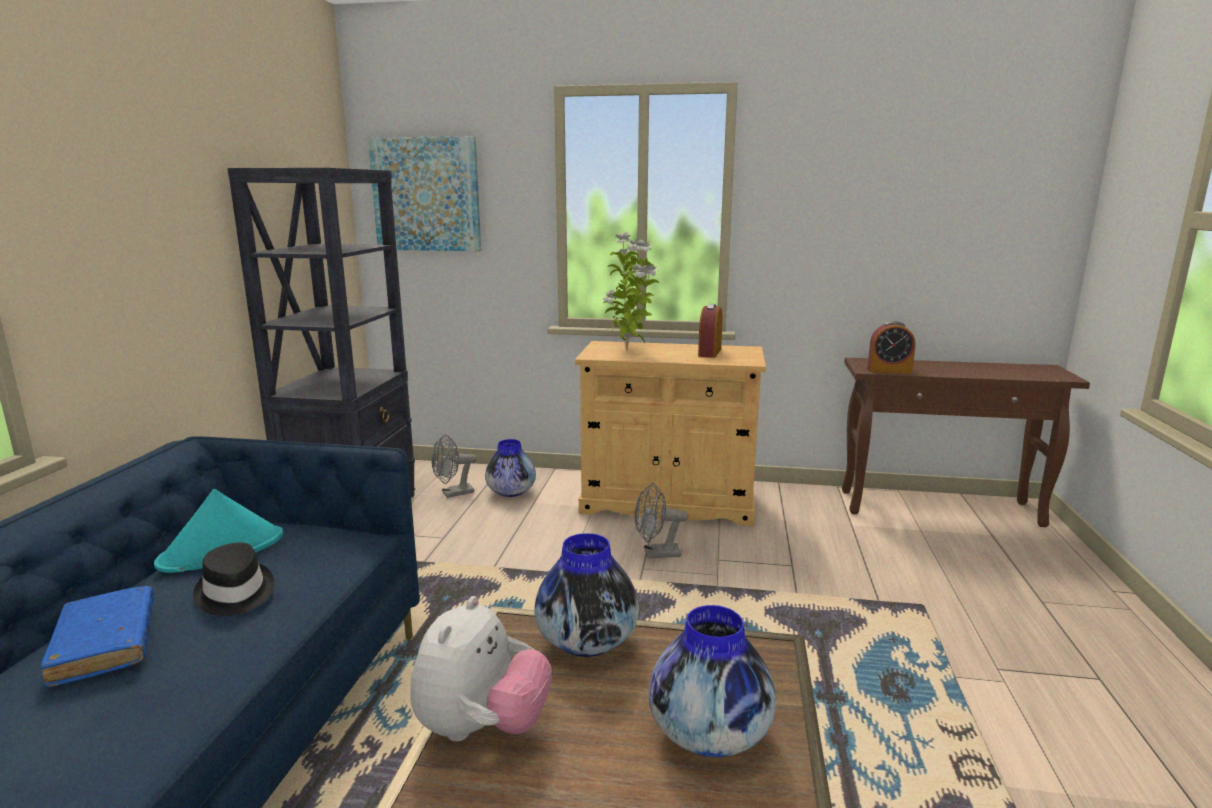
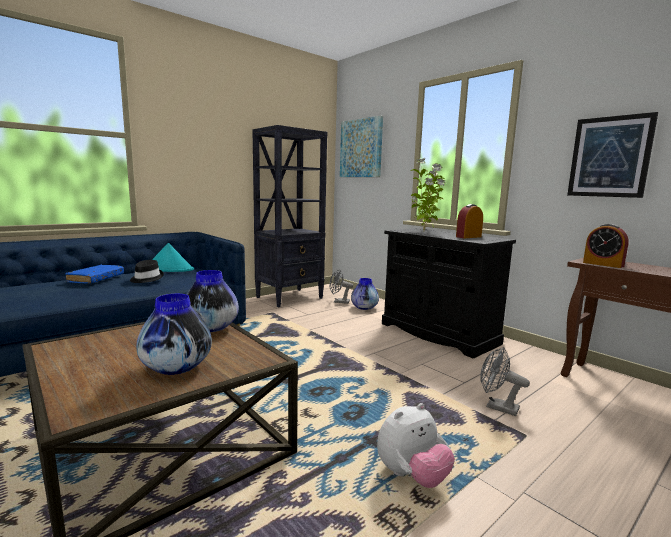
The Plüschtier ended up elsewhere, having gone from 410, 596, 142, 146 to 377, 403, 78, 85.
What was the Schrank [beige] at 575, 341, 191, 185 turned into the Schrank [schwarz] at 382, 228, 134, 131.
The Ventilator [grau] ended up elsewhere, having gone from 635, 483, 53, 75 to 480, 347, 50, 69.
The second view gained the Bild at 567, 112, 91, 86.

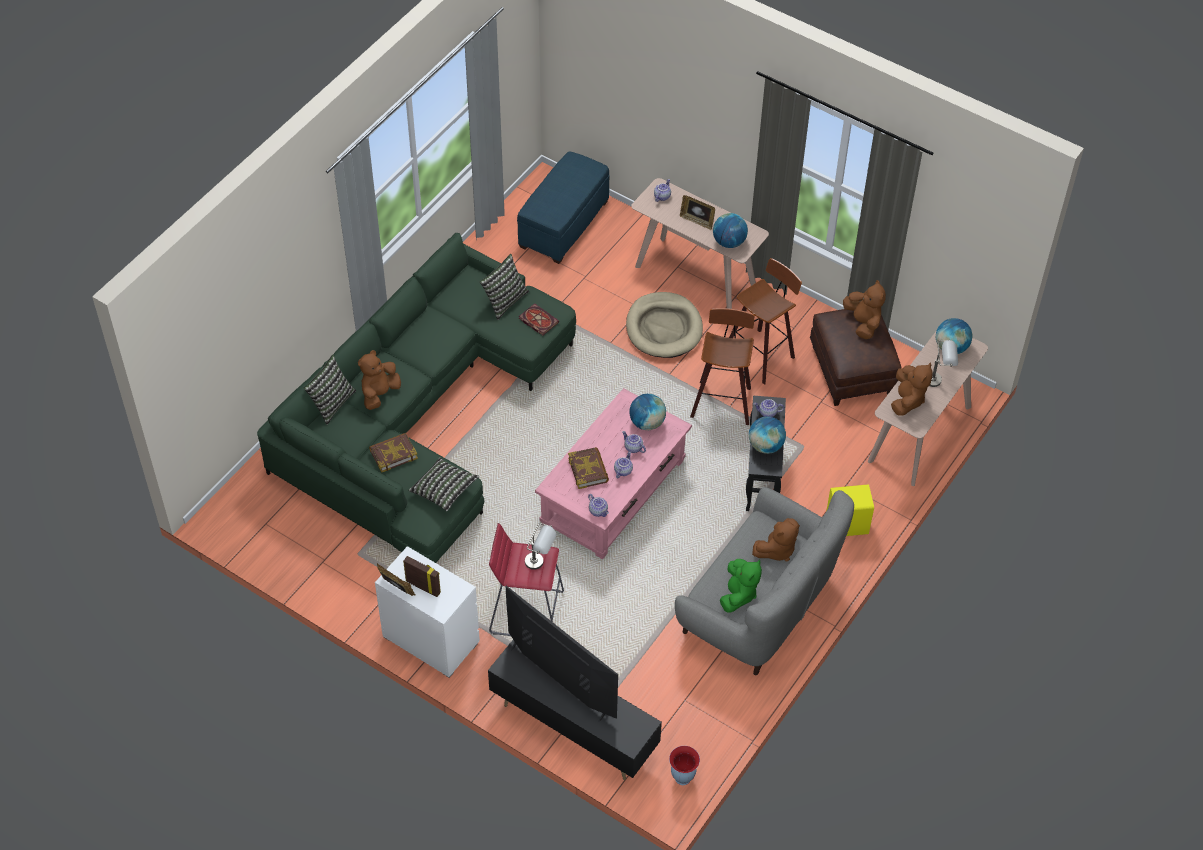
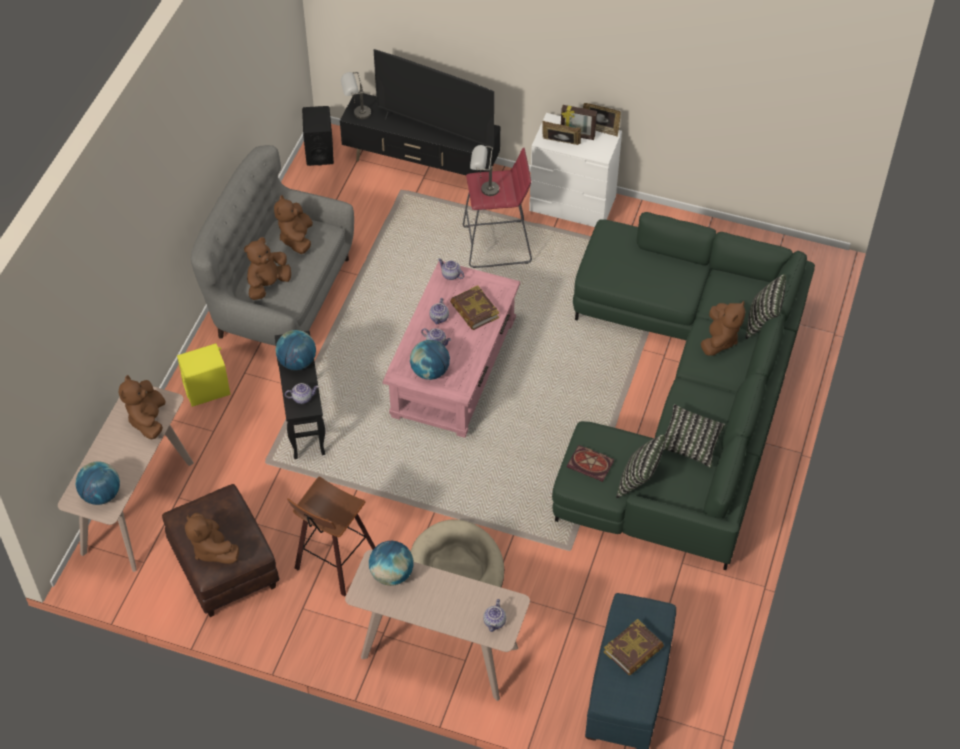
What was the Plüschtier [grün] at 720, 559, 42, 53 turned into the Plüschtier [braun] at 274, 195, 39, 59.
Where the Vase stood at 669, 746, 31, 39, the Lautsprecher [schwarz] came to stand at 302, 106, 32, 60.
The Tischlampe [grau] ended up elsewhere, having gone from 930, 340, 28, 47 to 341, 72, 30, 47.
The Bilderrahmen ended up elsewhere, having gone from 680, 195, 35, 35 to 542, 121, 39, 24.
The Buch ended up elsewhere, having gone from 369, 433, 49, 40 to 604, 619, 60, 56.
The Kissen ended up elsewhere, having gone from 408, 457, 71, 54 to 663, 404, 62, 64.
The second view lost the Hocker at 690, 308, 65, 117.

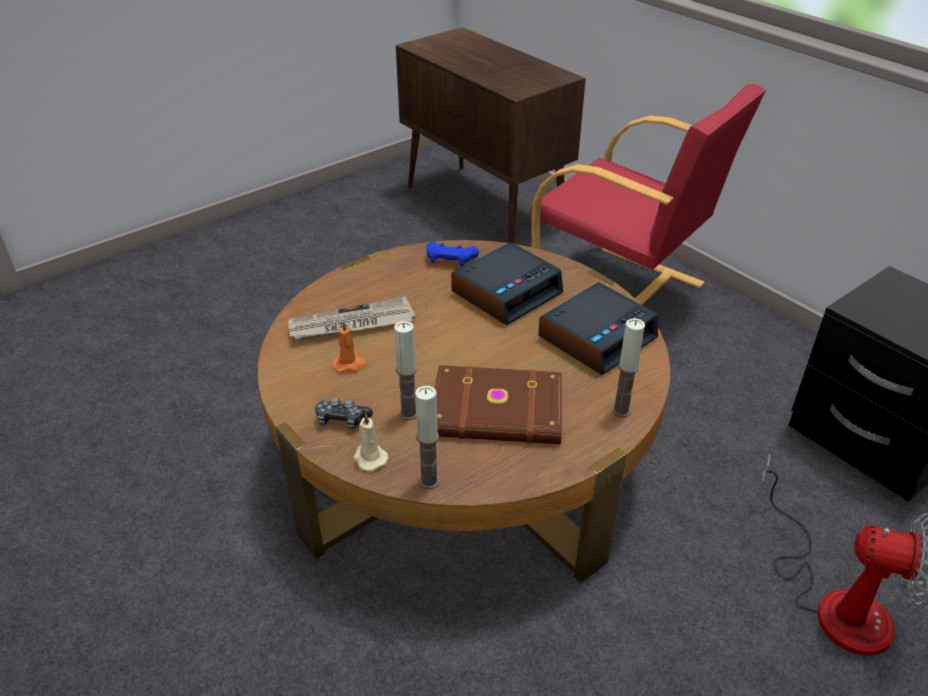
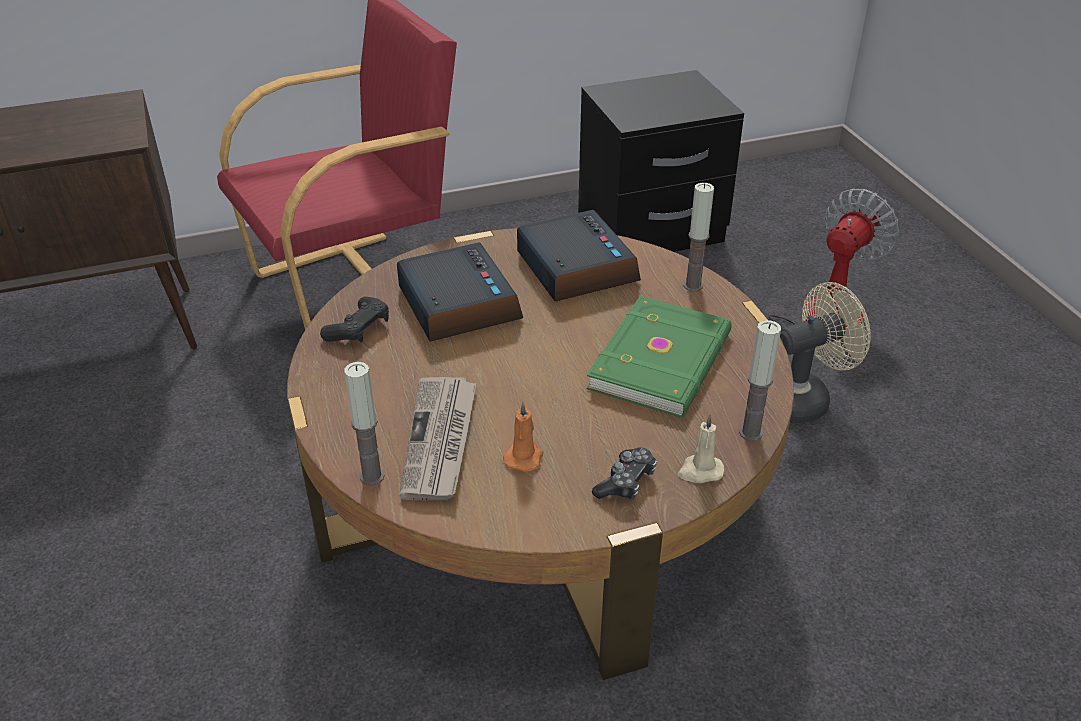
What was the Gamepad [blau] at 426, 242, 53, 25 turned into the Gamepad [schwarz] at 320, 297, 69, 45.
The Kerze ended up elsewhere, having gone from 394, 321, 23, 99 to 344, 362, 40, 124.
What was the Buch [braun] at 435, 365, 127, 79 turned into the Buch [grün] at 586, 296, 146, 122.
The second view gained the Ventilator [beige] at 780, 282, 90, 141.

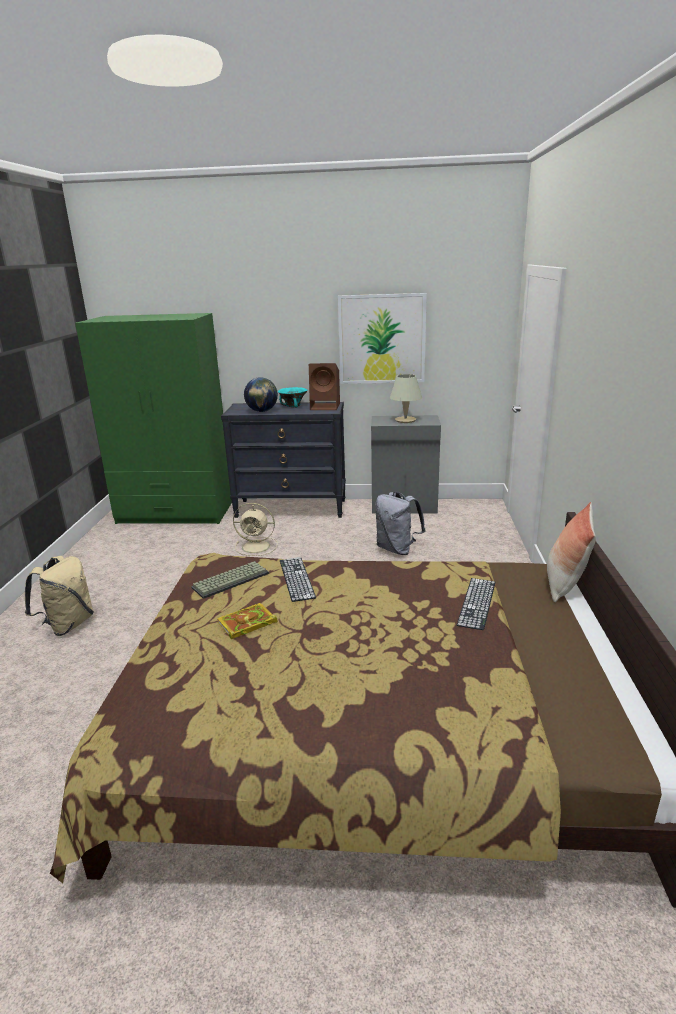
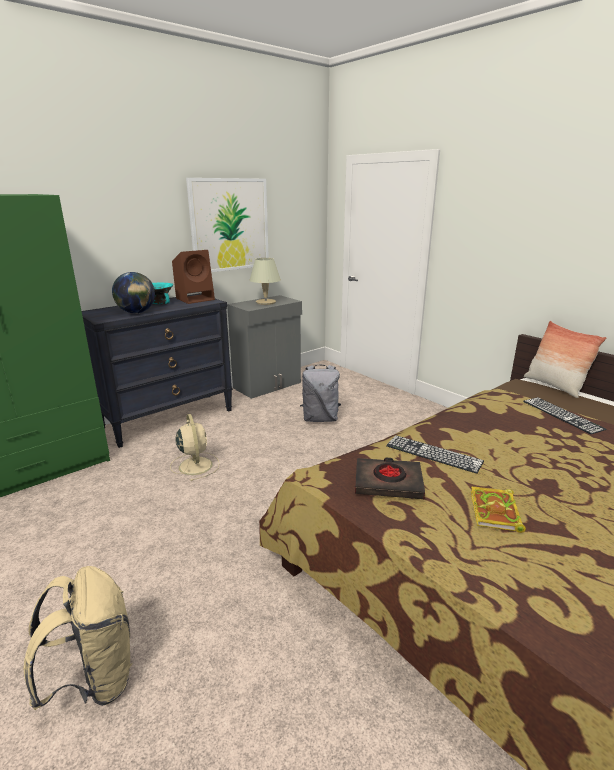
The Ventilator [beige] at 233, 503, 45, 53 ended up facing another way, 75 degrees counterclockwise from before.
Where the Tastatur stood at 191, 561, 78, 38, the Buch [schwarz] came to stand at 355, 458, 70, 41.

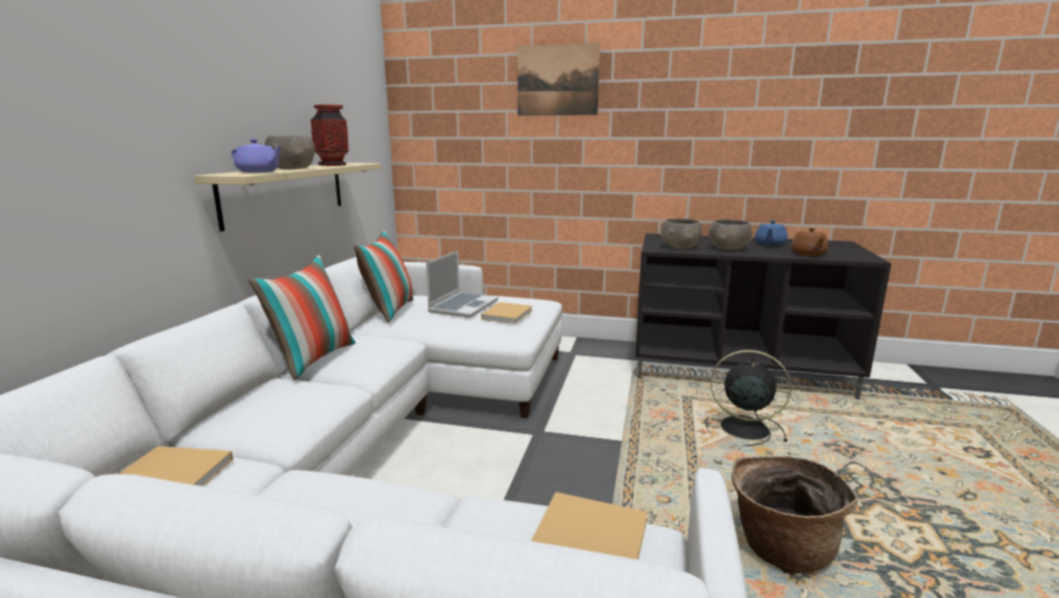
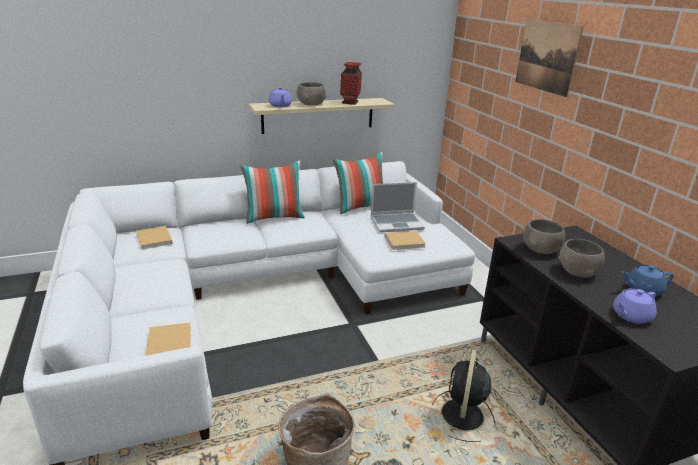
The Ventilator [schwarz] at 706, 350, 85, 96 ended up facing another way, 150 degrees counterclockwise from before.
What was the Teekanne [braun] at 791, 228, 37, 28 turned into the Teekanne [lila] at 613, 288, 44, 36.

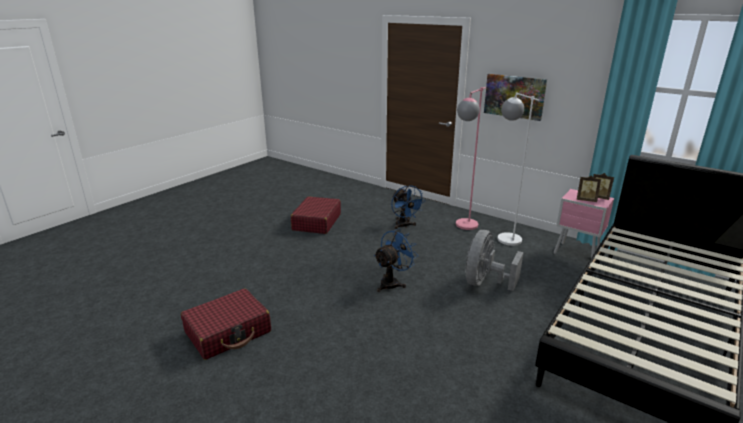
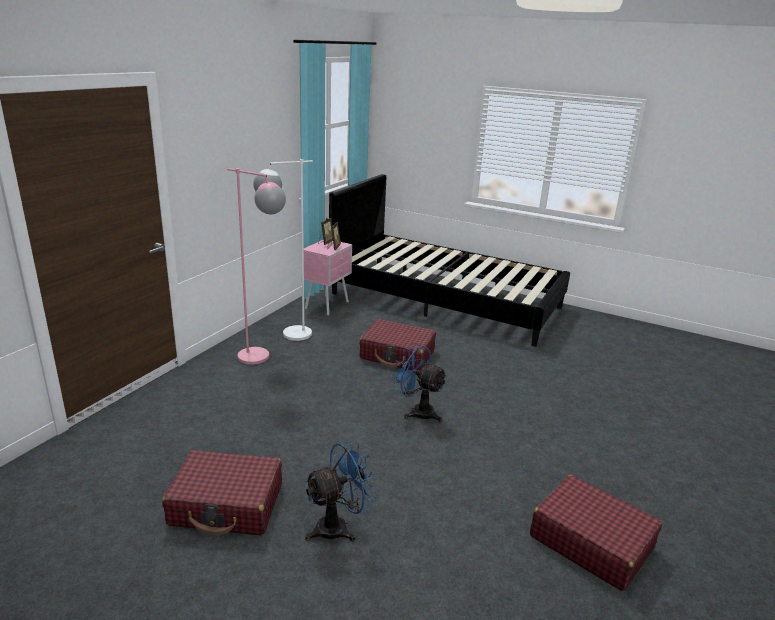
The Ventilator [blau] ended up elsewhere, having gone from 391, 185, 34, 44 to 304, 441, 74, 101.
Where the Ventilator [grau] stood at 465, 230, 59, 61, the Koffer [rot] came to stand at 359, 319, 77, 52.
The second view lost the Bild at 484, 74, 63, 47.

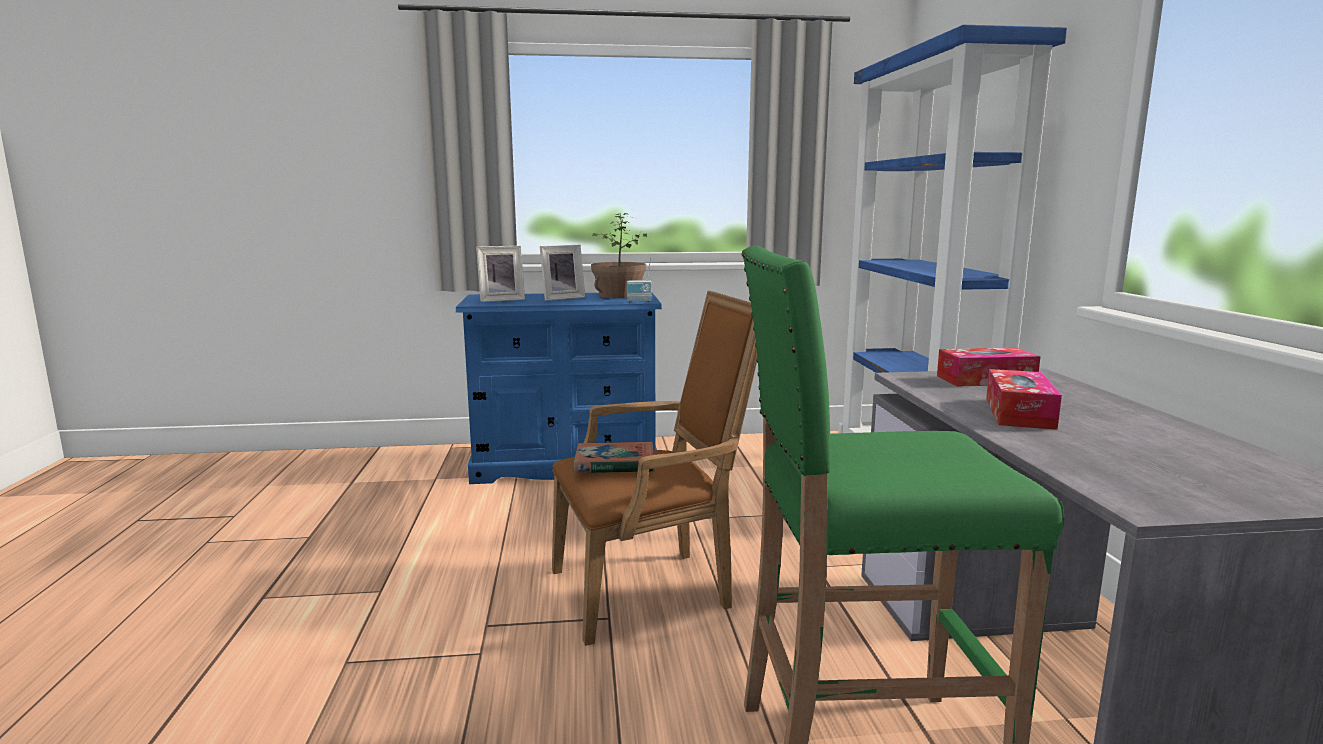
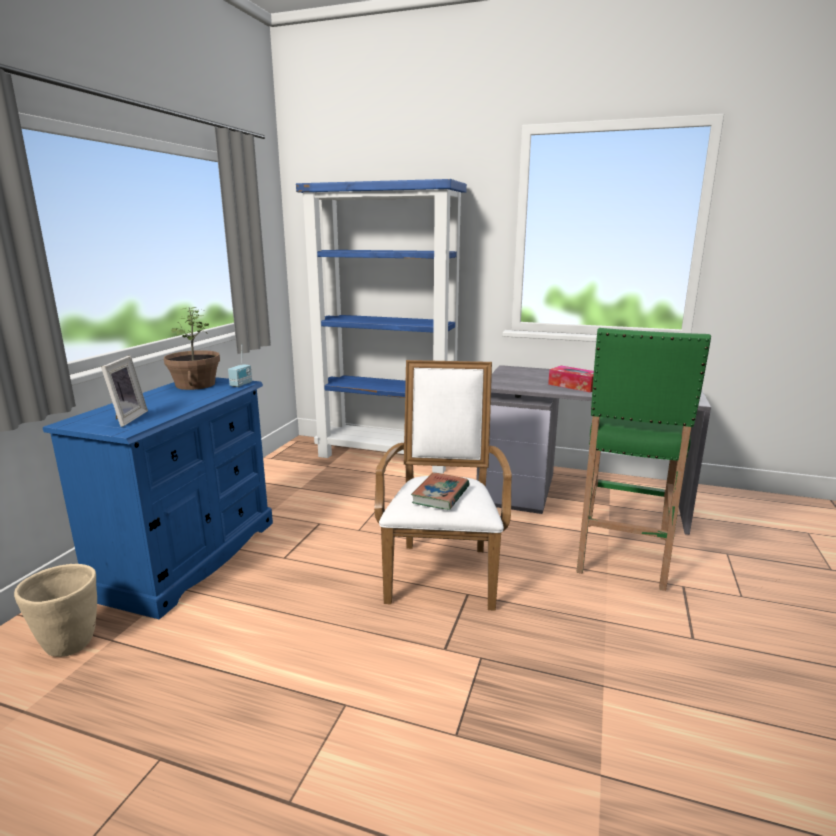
The second view gained the Pflanzkübel [beige] at 14, 564, 83, 93.
What was the Sessel [braun] at 552, 290, 205, 356 turned into the Sessel [weiß] at 374, 360, 138, 251.
The second view lost the Bilderrahmen at 540, 245, 45, 56.
The second view lost the Taschentuchbox at 937, 348, 104, 39.

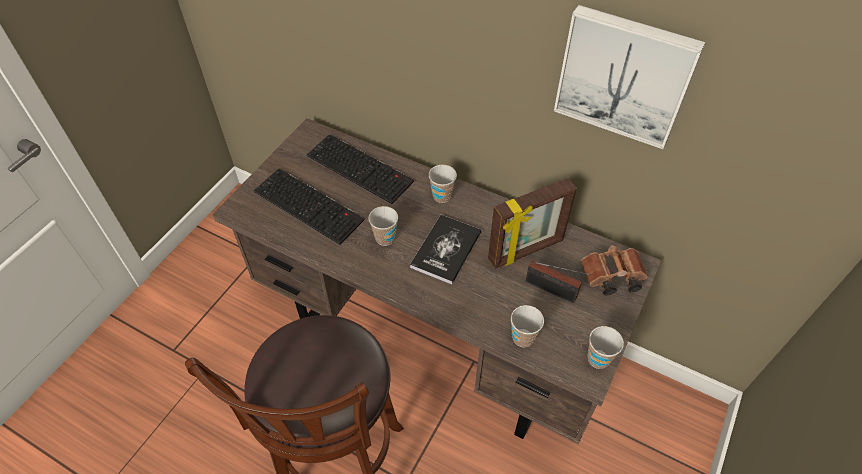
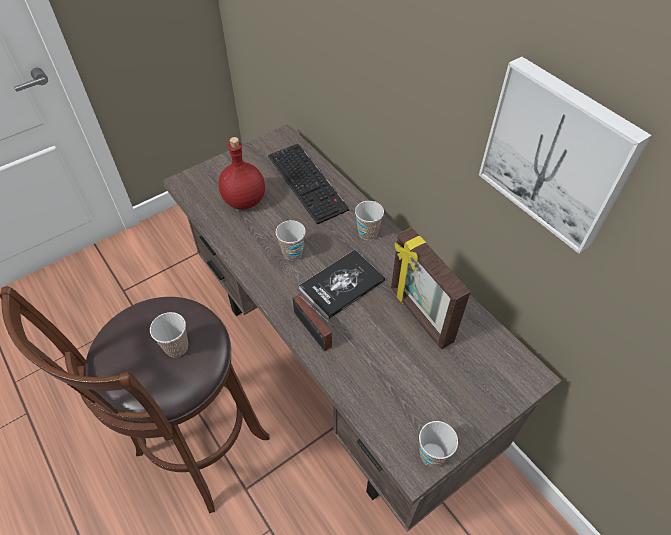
The Tasse ended up elsewhere, having gone from 511, 305, 33, 43 to 150, 312, 38, 45.
Where the Tastatur stood at 254, 169, 111, 76, the Flasche [rot] came to stand at 218, 137, 47, 73.
The Radio ended up elsewhere, having gone from 526, 261, 65, 42 to 293, 294, 41, 57.
The Bilderrahmen at 488, 178, 89, 91 ended up facing another way, 60 degrees clockwise from before.
The second view lost the Fernglas [braun] at 581, 245, 66, 51.

